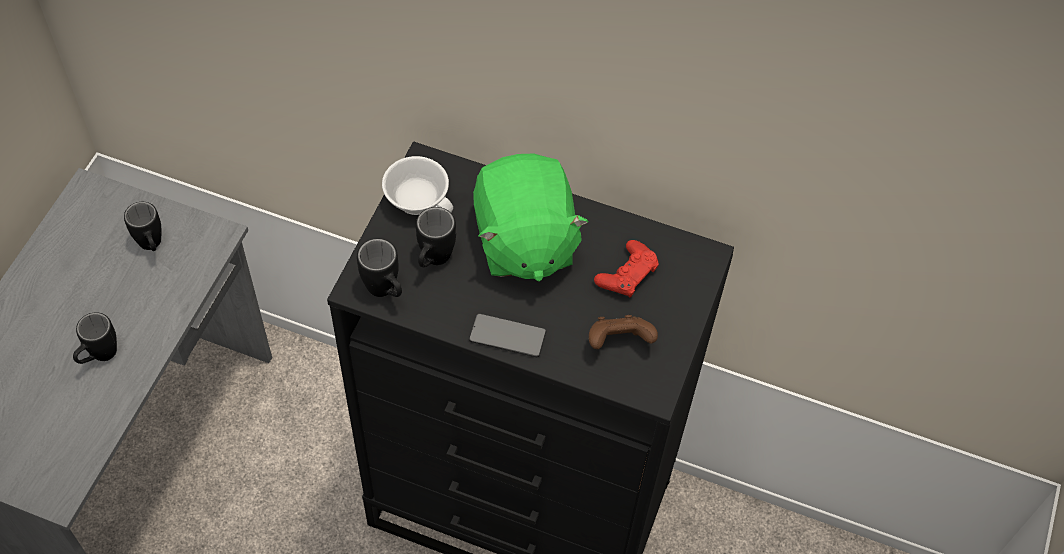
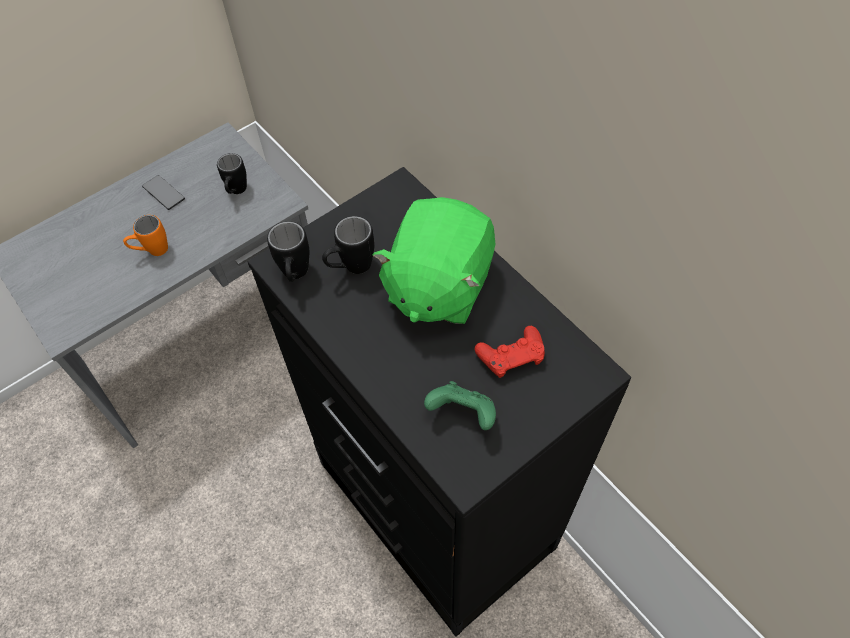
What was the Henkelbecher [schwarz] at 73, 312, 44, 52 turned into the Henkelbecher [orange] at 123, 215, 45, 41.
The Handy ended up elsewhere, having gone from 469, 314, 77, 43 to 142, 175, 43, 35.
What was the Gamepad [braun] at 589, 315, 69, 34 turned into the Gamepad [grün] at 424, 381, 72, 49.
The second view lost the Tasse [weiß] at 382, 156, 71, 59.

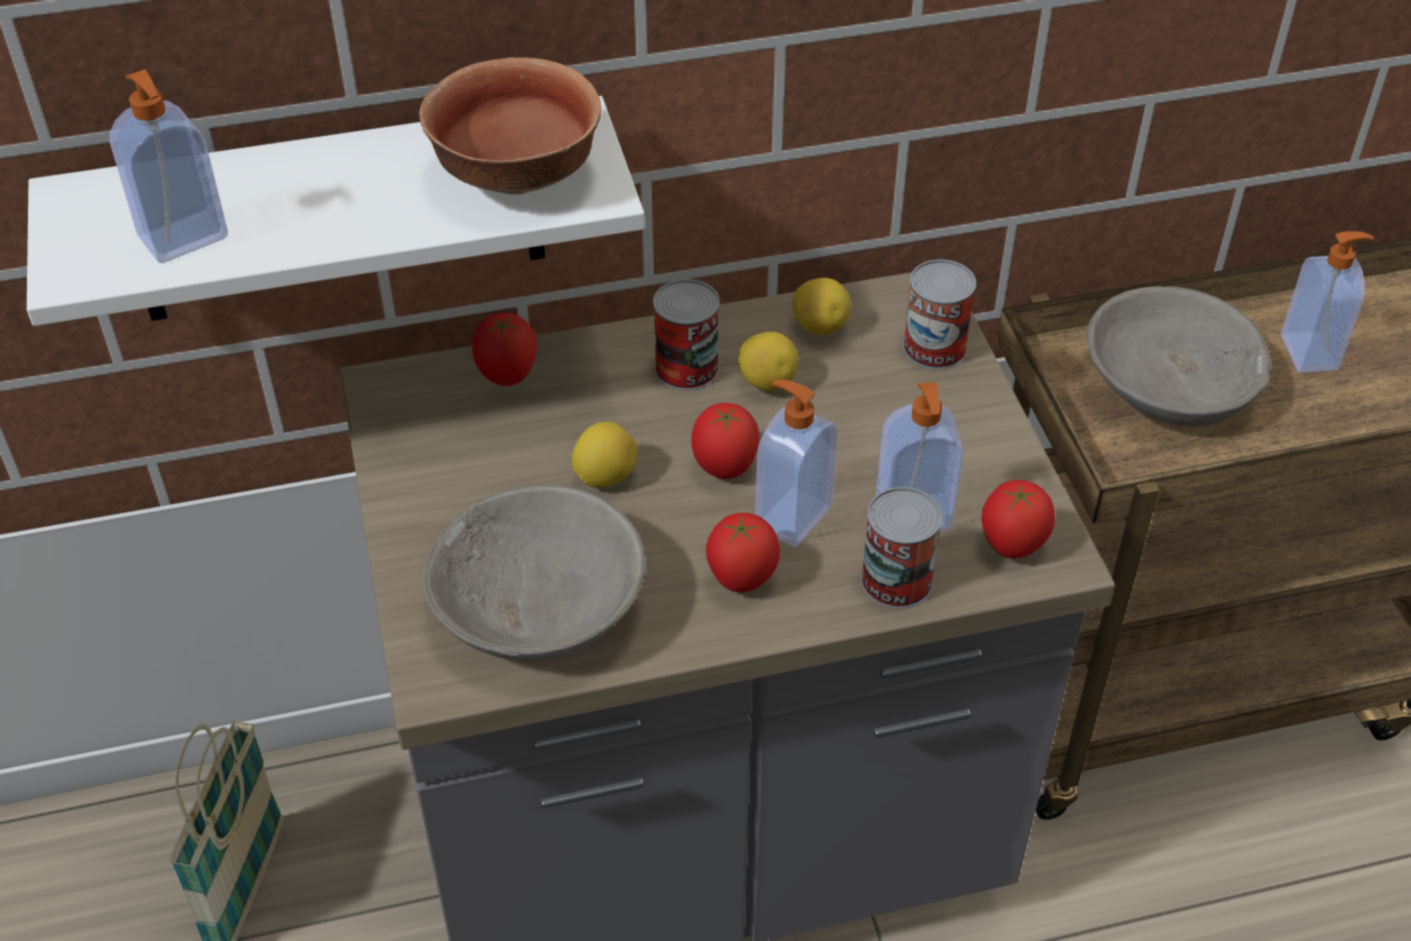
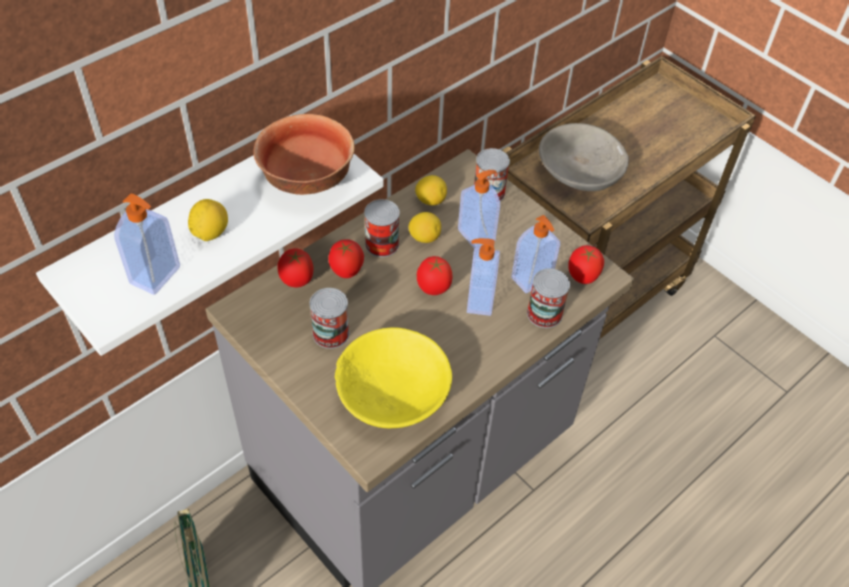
The Zitrone ended up elsewhere, having gone from 572, 422, 66, 65 to 188, 199, 40, 42.
The second view gained the Dose at 309, 288, 40, 61.
The Tomate ended up elsewhere, having gone from 706, 513, 74, 79 to 328, 239, 36, 39.
What was the Schüssel [grau] at 423, 485, 222, 176 turned into the Schüssel [gelb] at 335, 328, 117, 100.
The Seifenspender ended up elsewhere, having gone from 1281, 231, 94, 142 to 458, 170, 42, 78.

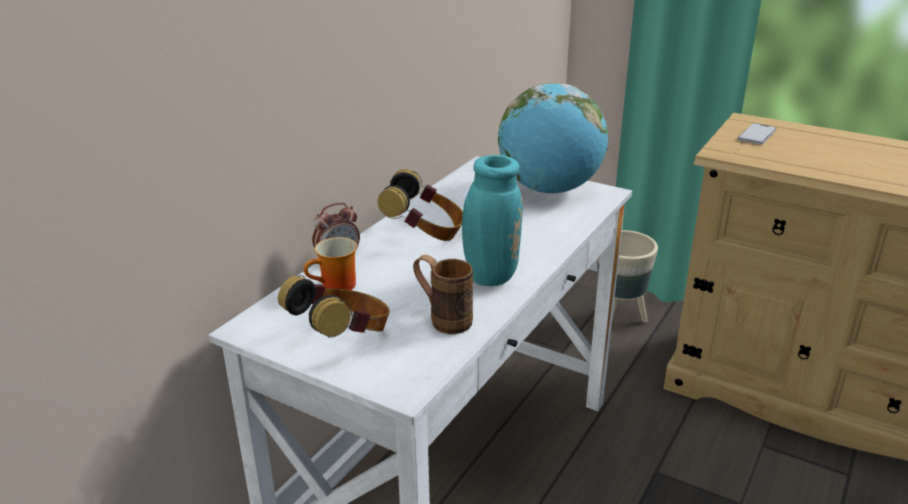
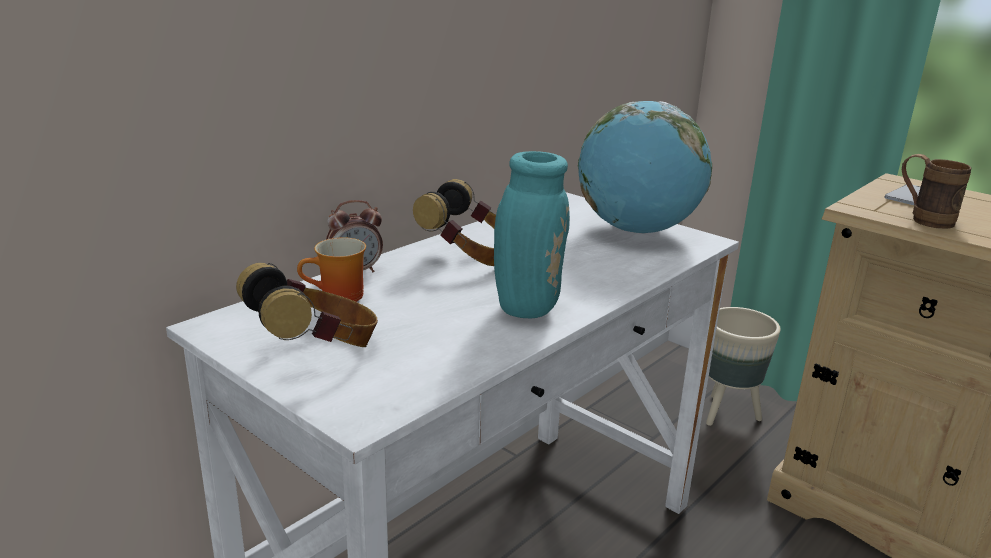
The Henkelbecher [braun] ended up elsewhere, having gone from 413, 255, 60, 79 to 902, 154, 69, 75.

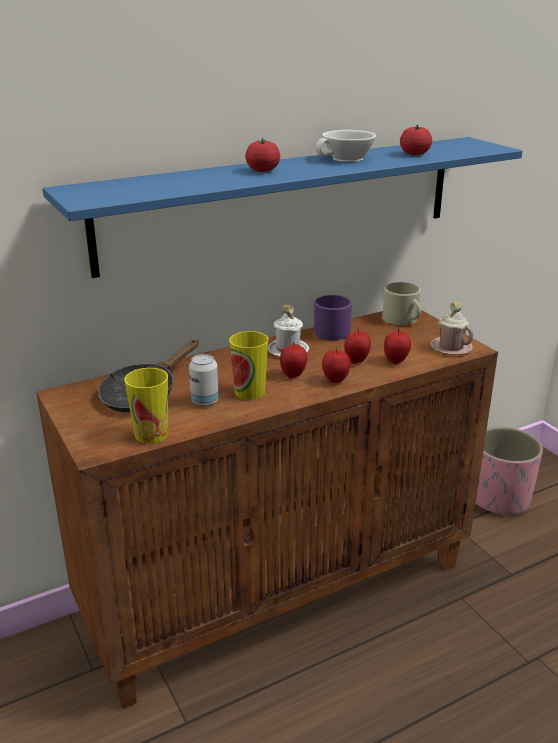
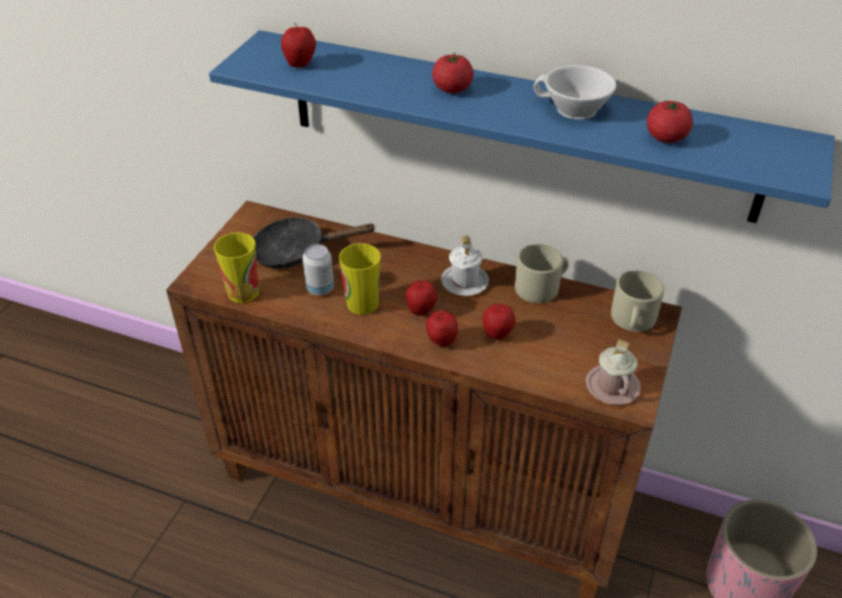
The Apfel ended up elsewhere, having gone from 384, 329, 27, 35 to 281, 23, 35, 44.
What was the Henkelbecher [lila] at 314, 295, 38, 45 turned into the Henkelbecher [beige] at 515, 244, 54, 59.

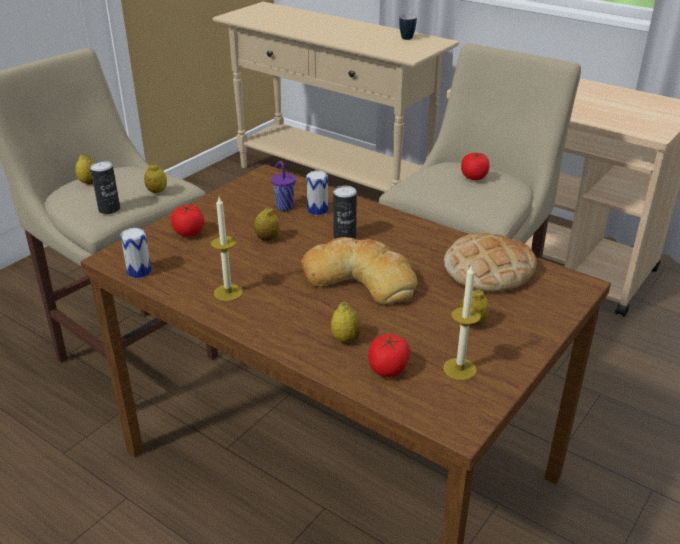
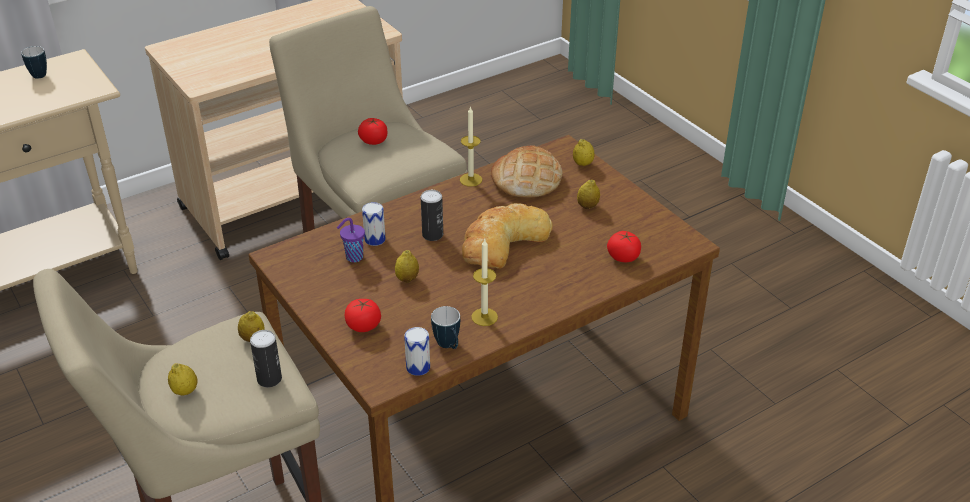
The second view gained the Henkelbecher at 431, 306, 29, 43.
The Kerze ended up elsewhere, having gone from 443, 265, 38, 115 to 460, 106, 22, 81.
The Zitrone ended up elsewhere, having gone from 331, 302, 30, 41 to 573, 139, 22, 27.

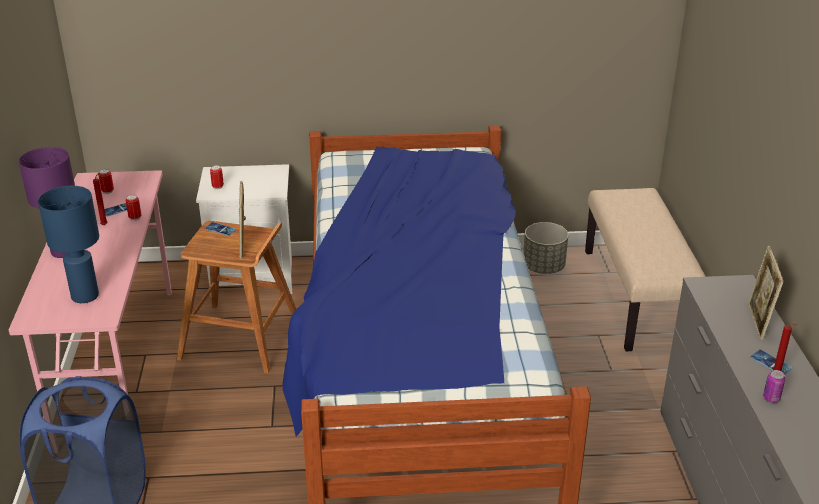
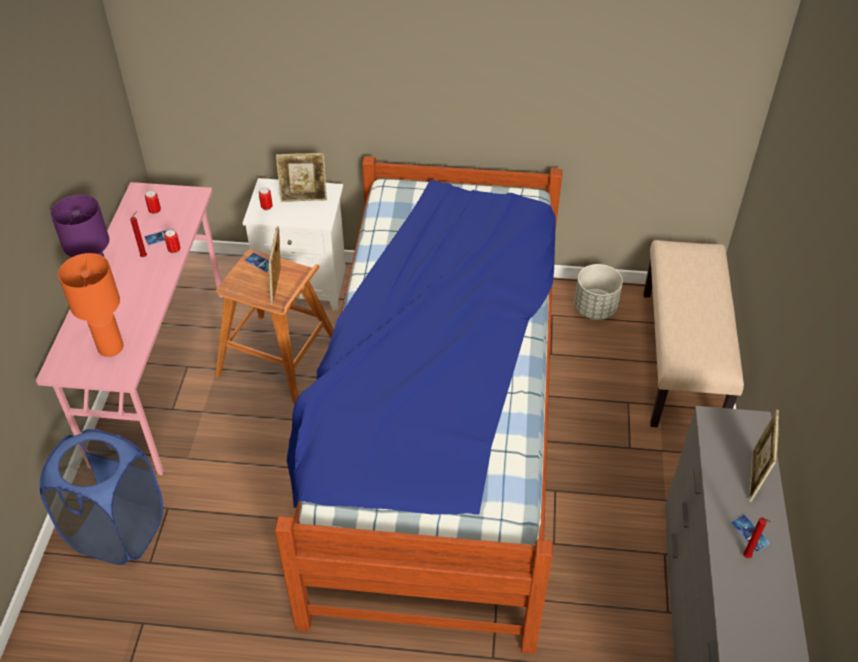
What was the Tischlampe [blau] at 38, 186, 61, 117 turned into the Tischlampe [orange] at 58, 253, 66, 104.
The second view gained the Bilderrahmen at 276, 153, 51, 49.
The second view lost the Dose at 763, 370, 22, 33.

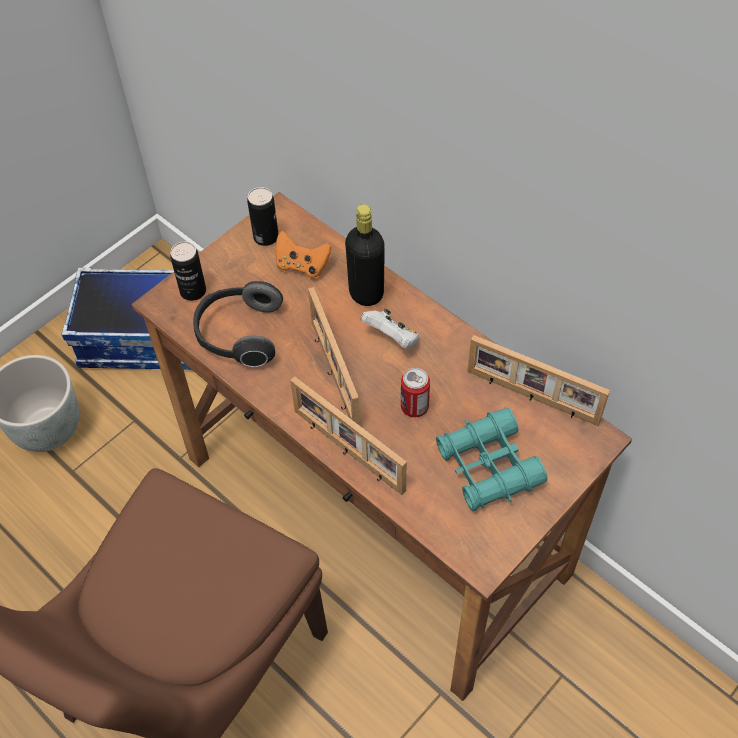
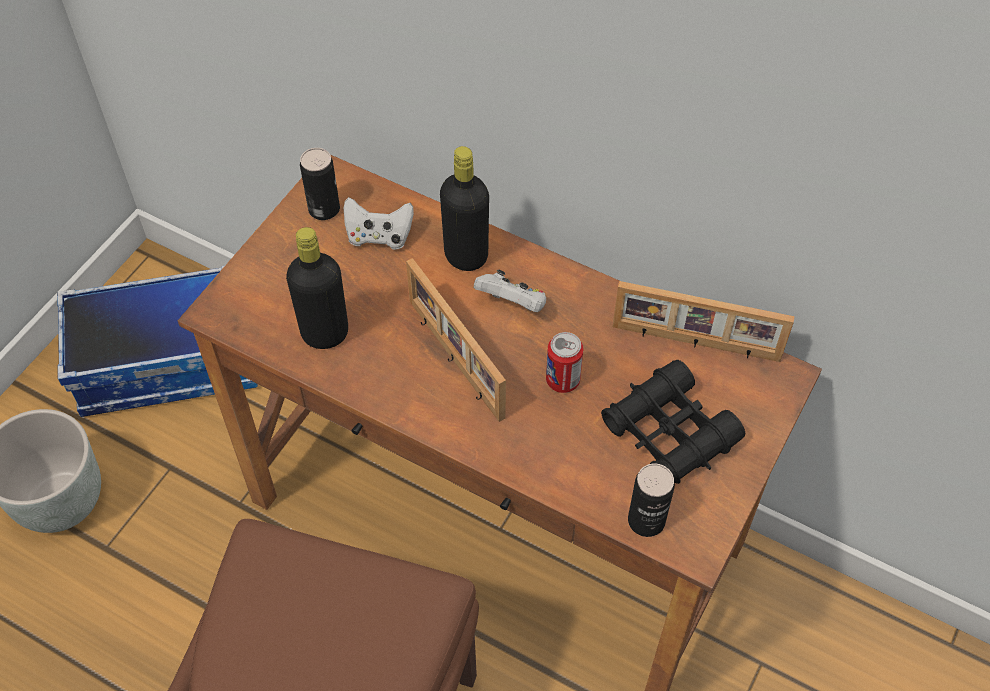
Where the Kopfhörer stood at 193, 281, 90, 86, the Flasche [schwarz] came to stand at 286, 227, 62, 122.
What was the Gamepad [orange] at 276, 231, 55, 48 turned into the Gamepad [weiß] at 344, 197, 70, 53.
What was the Fernglas [türkis] at 436, 408, 112, 103 turned into the Fernglas [schwarz] at 601, 360, 144, 124.
The Dose ended up elsewhere, having gone from 170, 242, 36, 59 to 628, 464, 47, 73.
The second view lost the Bilderrahmen at 290, 376, 117, 119.

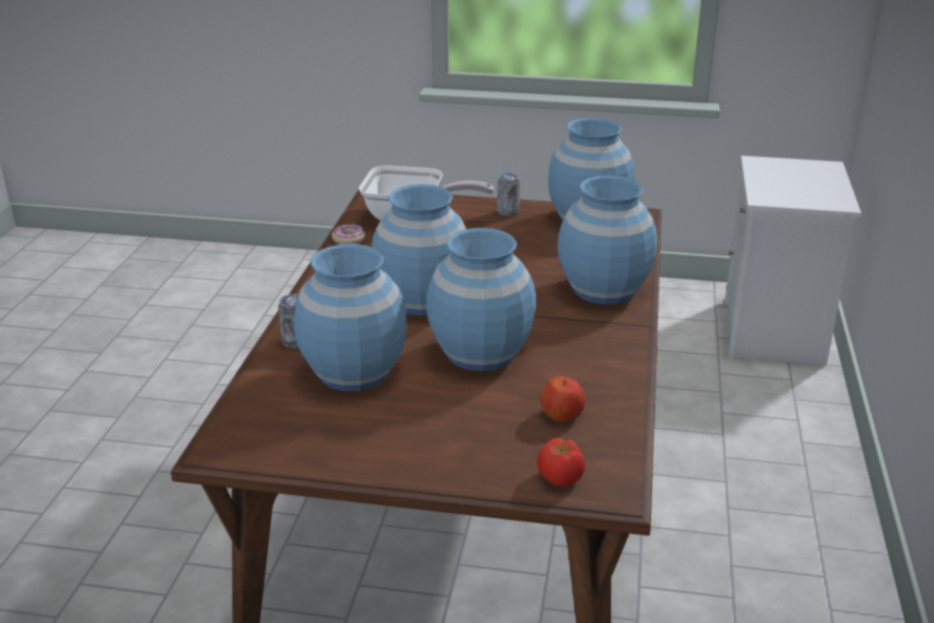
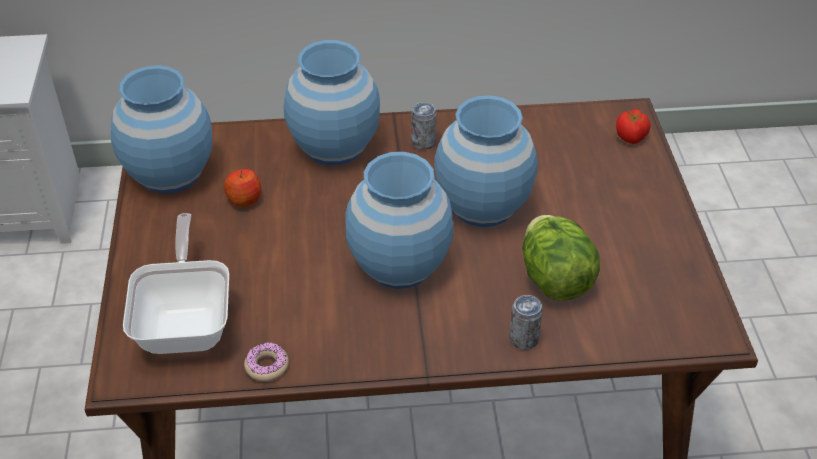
The Apfel ended up elsewhere, having gone from 541, 376, 45, 46 to 224, 169, 37, 38.
The Dose ended up elsewhere, having gone from 497, 173, 23, 43 to 411, 102, 25, 48.
Where the Vase [blau] stood at 294, 244, 113, 147, the Salatkopf came to stand at 522, 215, 78, 86.

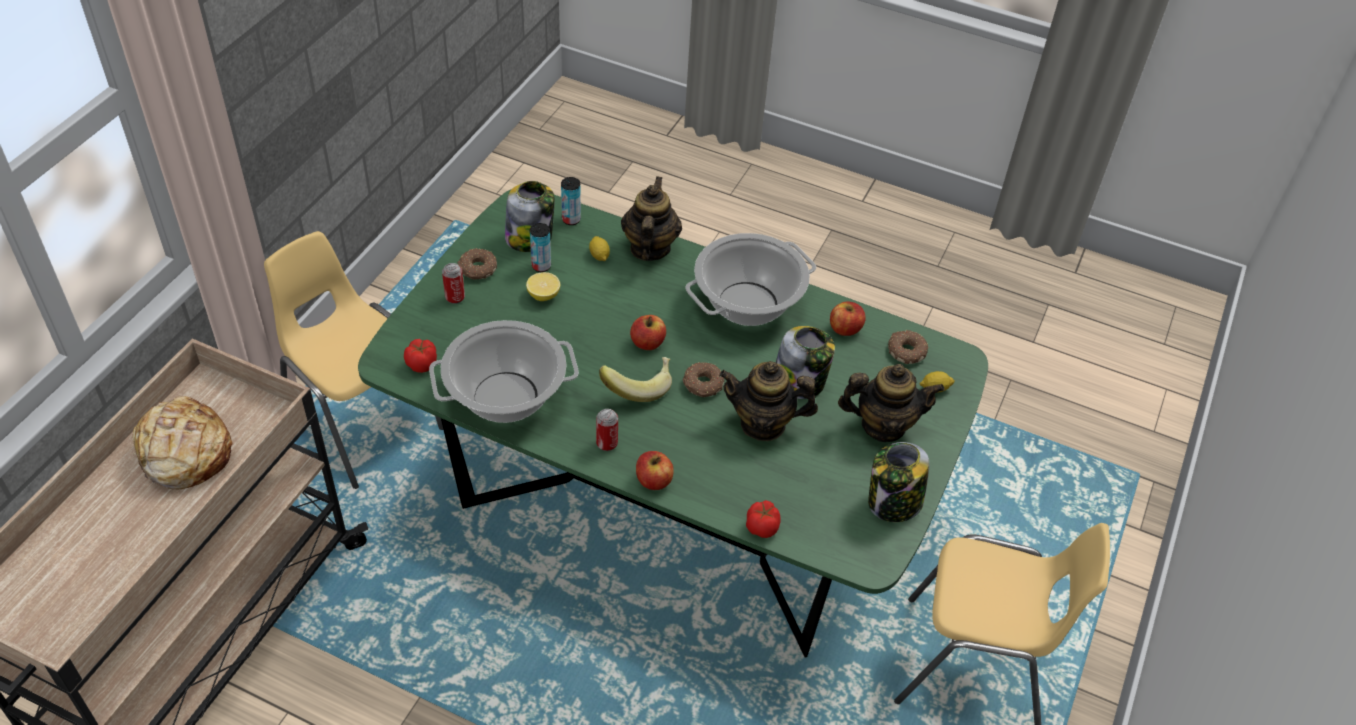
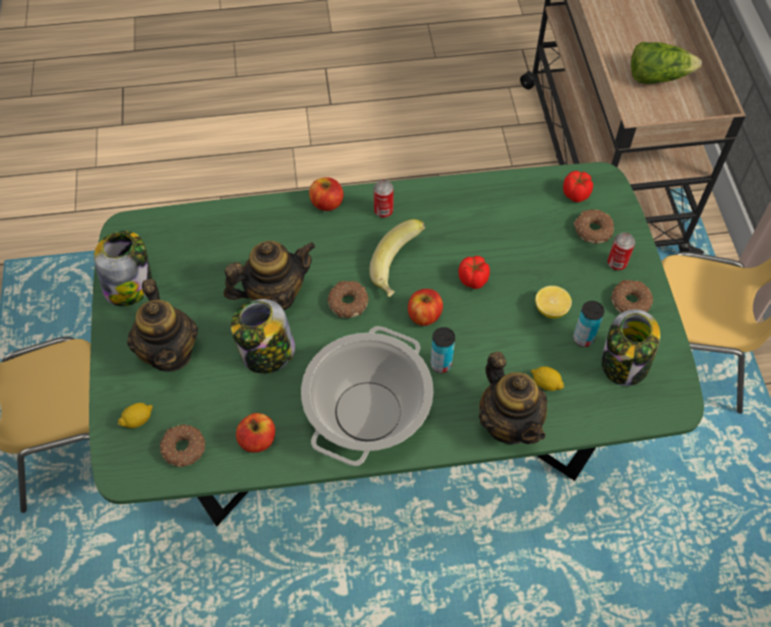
The Teekanne at 838, 364, 107, 78 ended up facing another way, 75 degrees counterclockwise from before.
The Dose ended up elsewhere, having gone from 561, 177, 20, 48 to 430, 327, 25, 46.
The Tomate ended up elsewhere, having gone from 746, 500, 35, 38 to 458, 256, 32, 33.
The second view gained the Donut at 574, 209, 40, 35.
Where the Brot stood at 133, 396, 100, 93, the Salatkopf came to stand at 631, 42, 71, 42.
The second view lost the Kochtopf at 429, 320, 150, 103.

